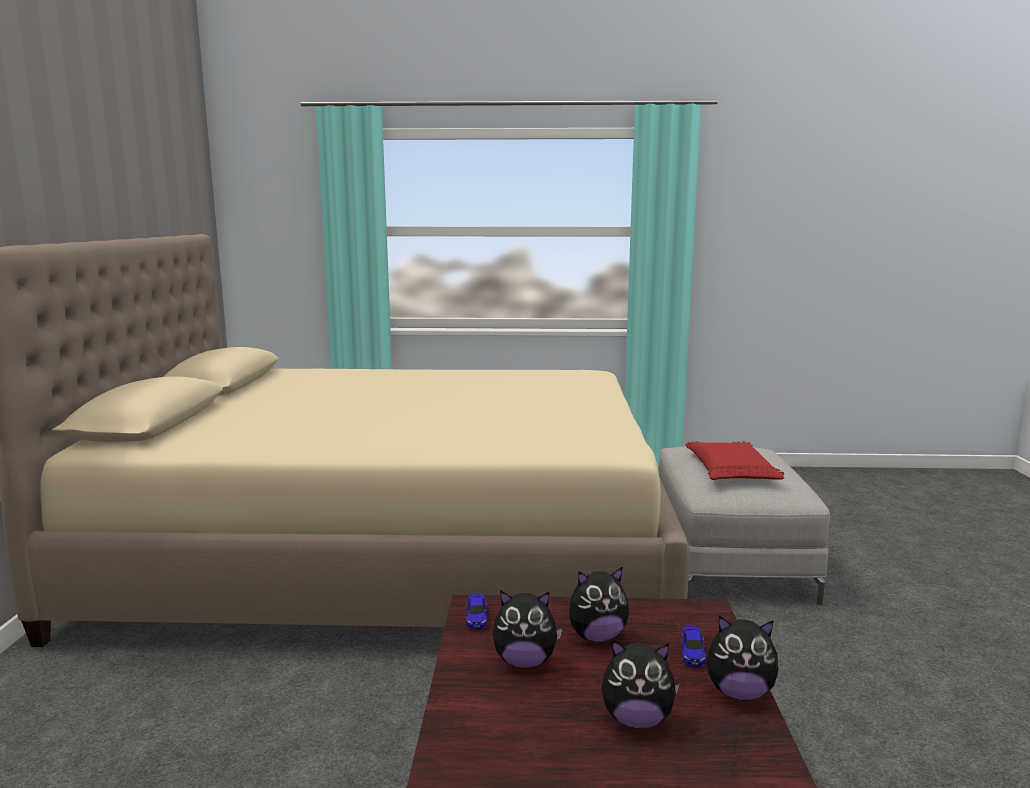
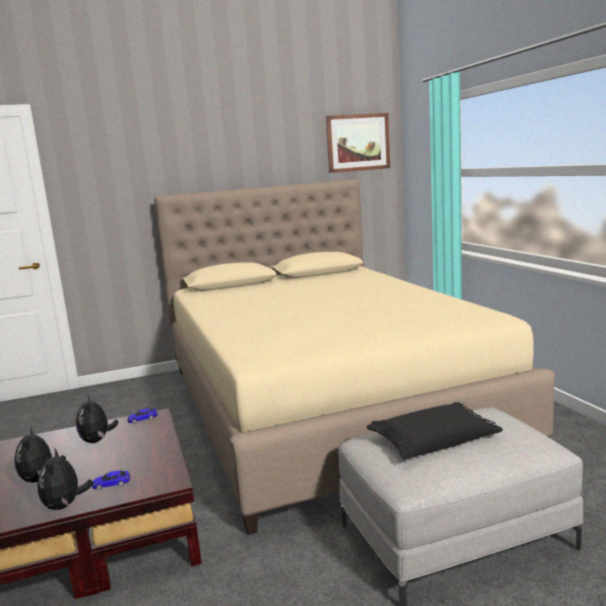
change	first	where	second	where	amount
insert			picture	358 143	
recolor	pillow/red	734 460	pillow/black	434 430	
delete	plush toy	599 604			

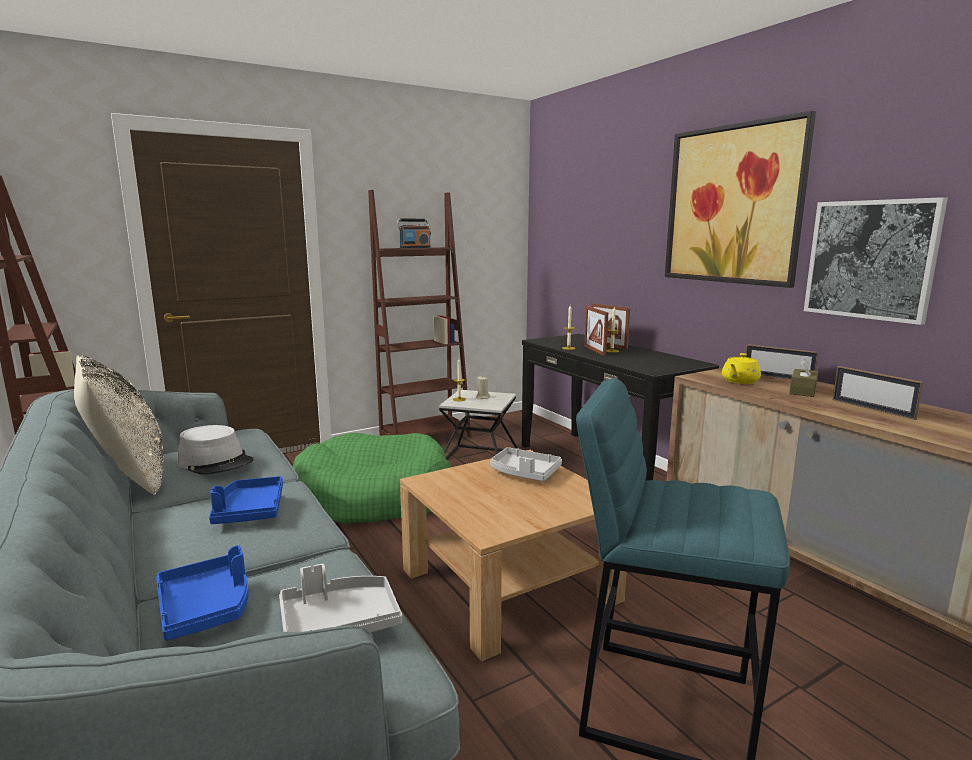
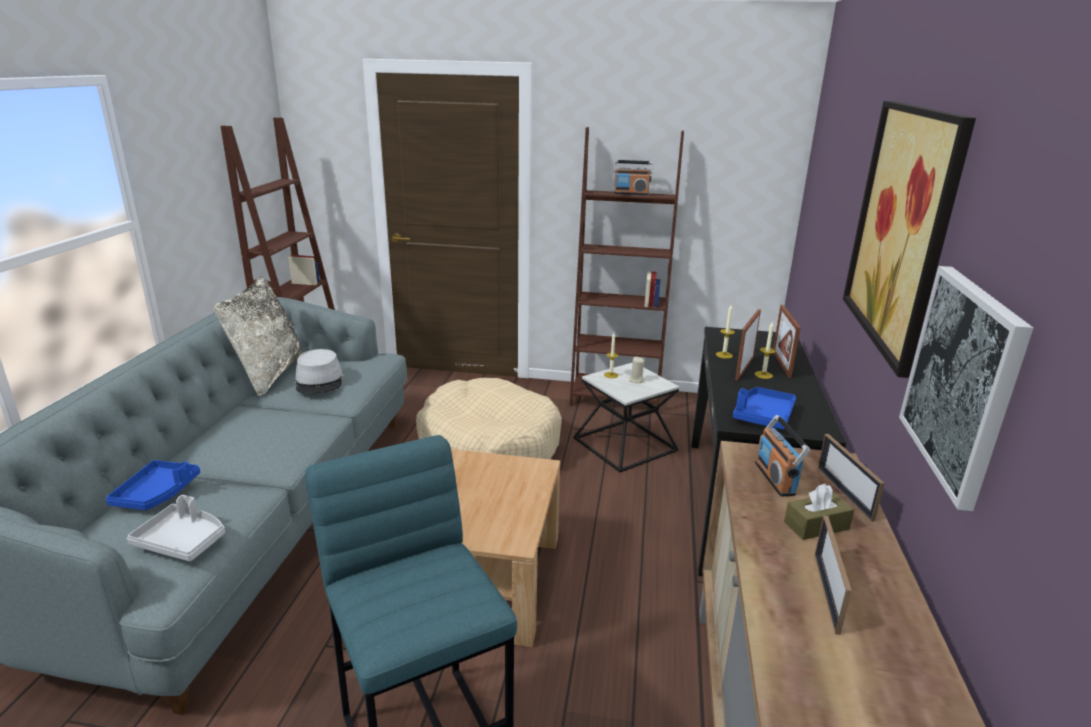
change	first	where	second	where	amount
recolor	dog bed/green	371 478	dog bed/beige	489 418	
move	tray/blue	246 500		764 408	
replace	teapot/yellow	741 368	radio	782 456	
delete	tray/grey	526 464			

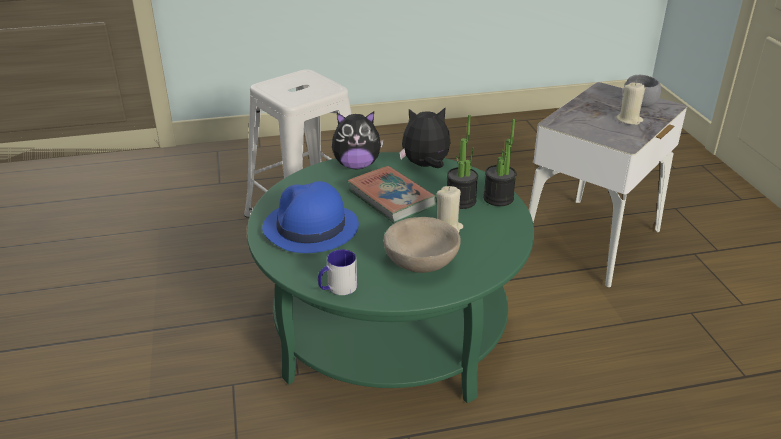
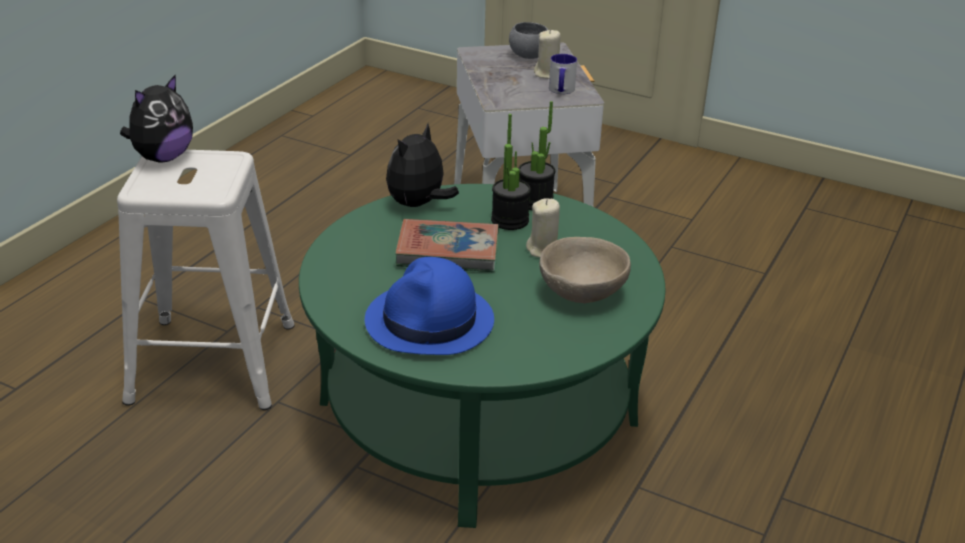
change	first	where	second	where	amount
move	plush toy	358 140		156 118	
move	mug	337 272		563 74	

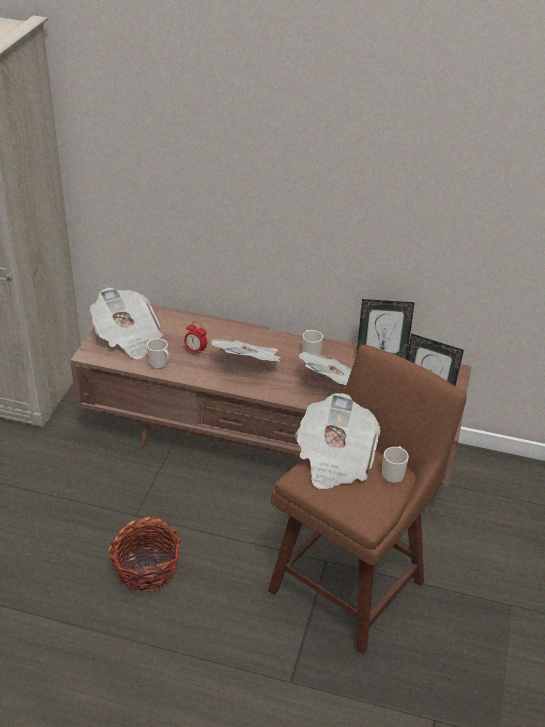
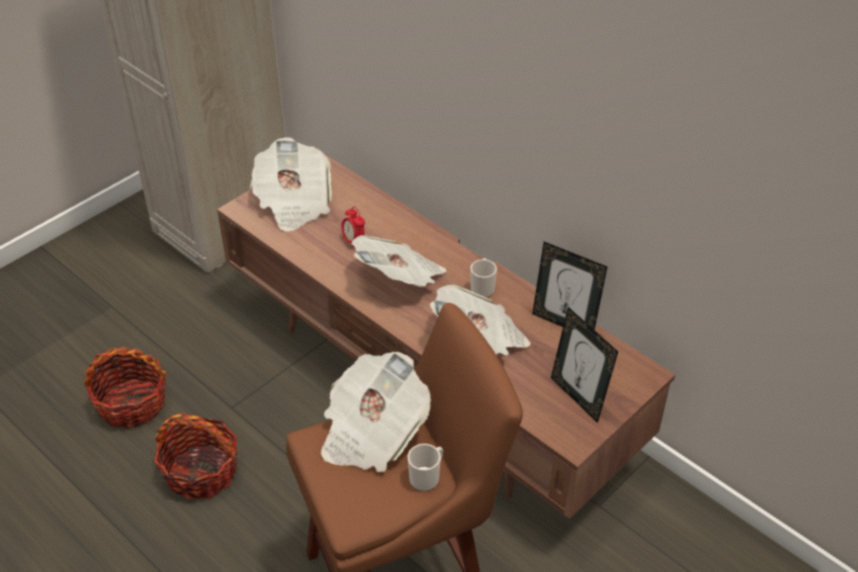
change	first	where	second	where	amount
insert			basket	125 387	
delete	mug	158 353			

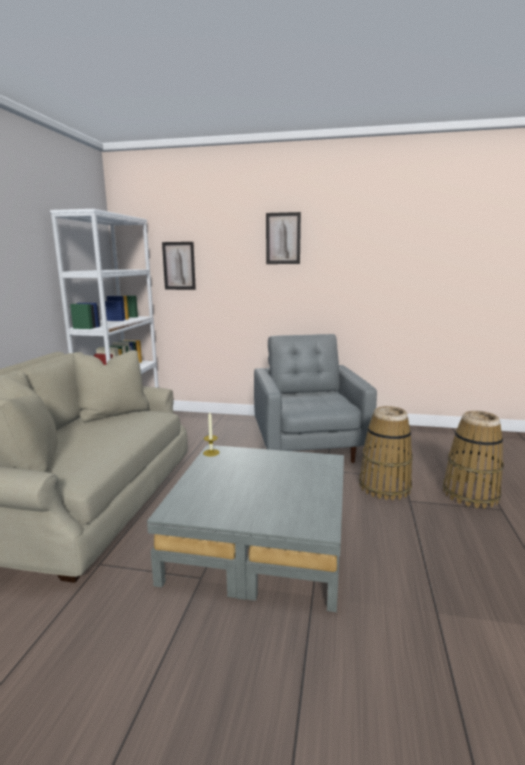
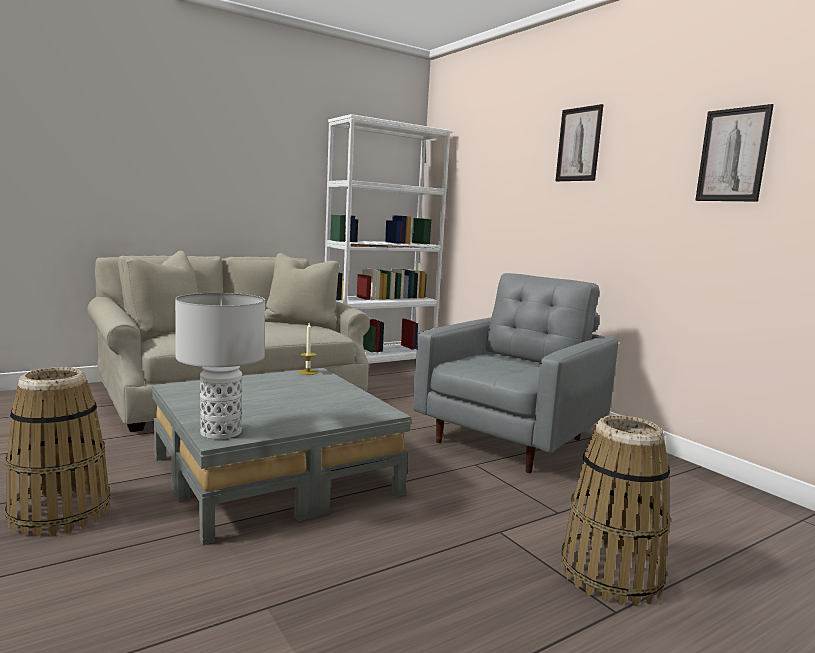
change	first	where	second	where	amount
move	basket	386 453		58 452	
insert			table lamp/white	220 366	
move	picture	179 266		734 153	

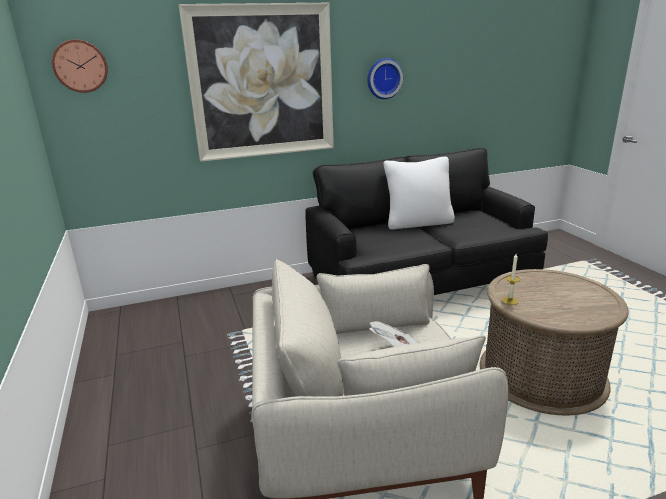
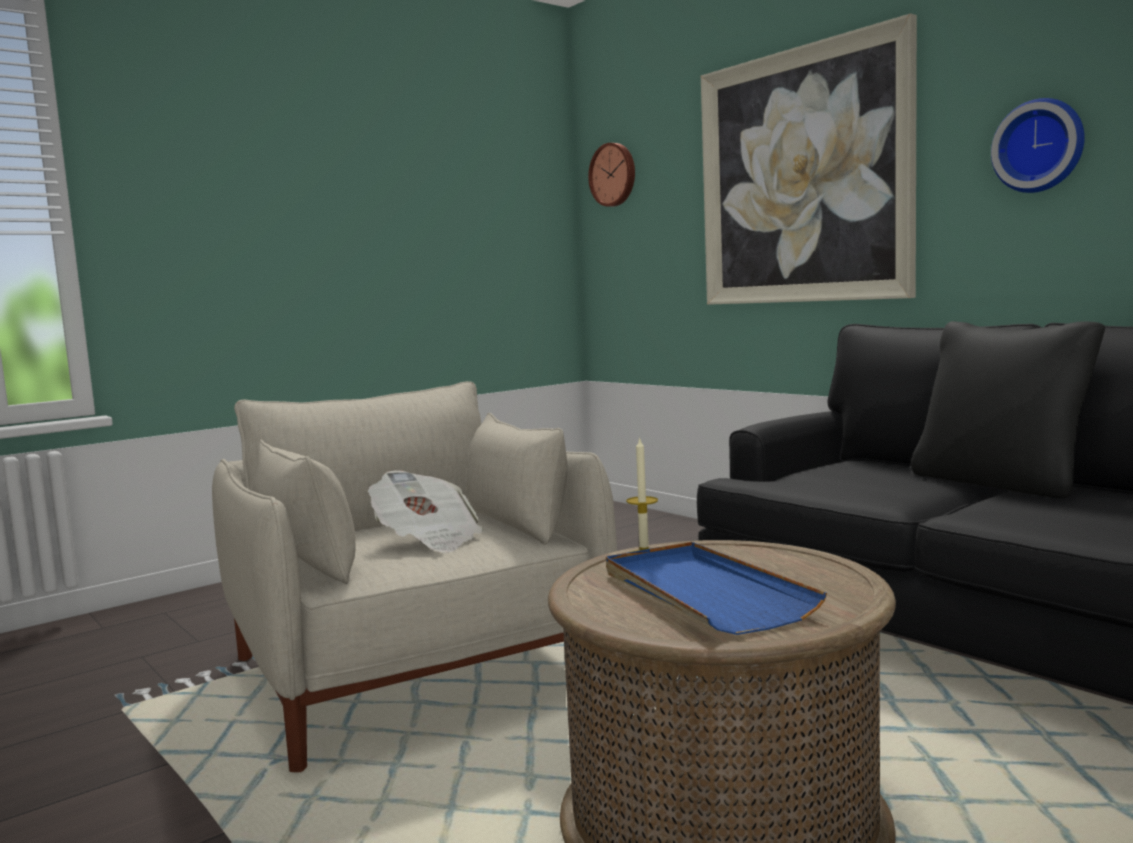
change	first	where	second	where	amount
insert			tray/blue	716 588	
recolor	pillow/white	419 193	pillow/black	1008 409	

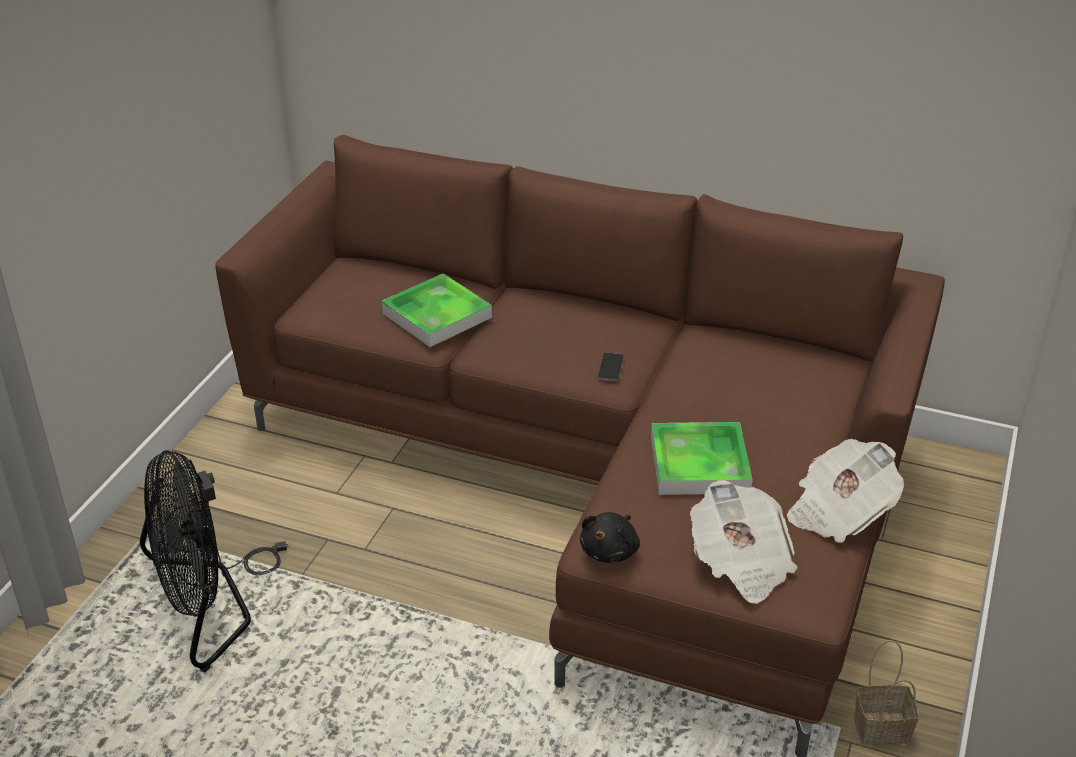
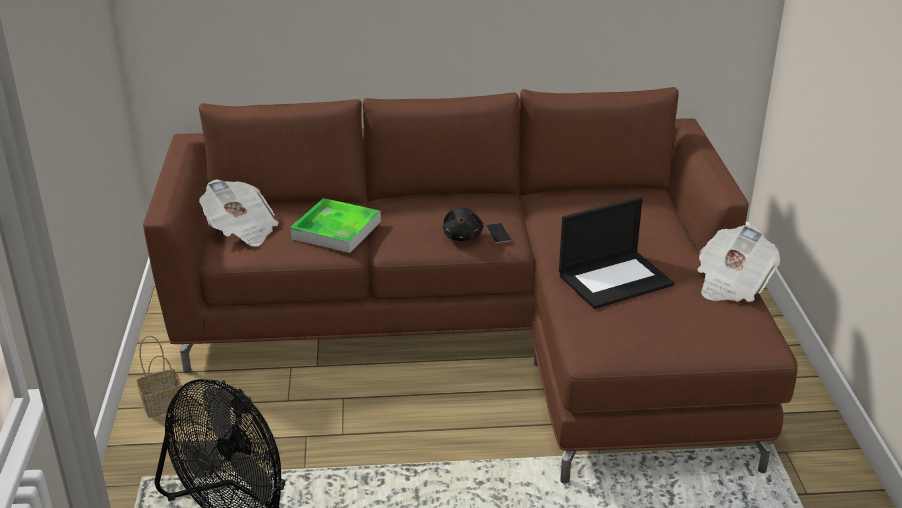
change	first	where	second	where	amount
move	basket	886 692		160 377	
move	newspaper	743 542		239 213	
move	plush toy/black	610 537		463 224	
replace	tray	702 458	laptop	616 253	

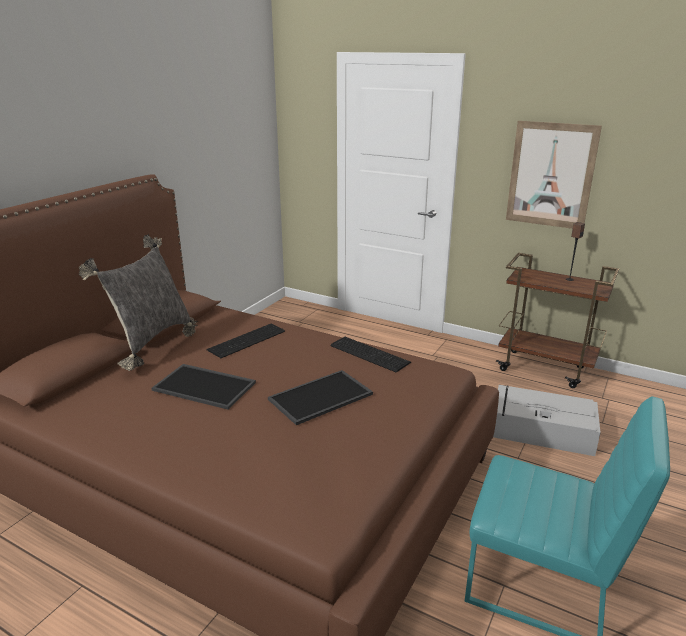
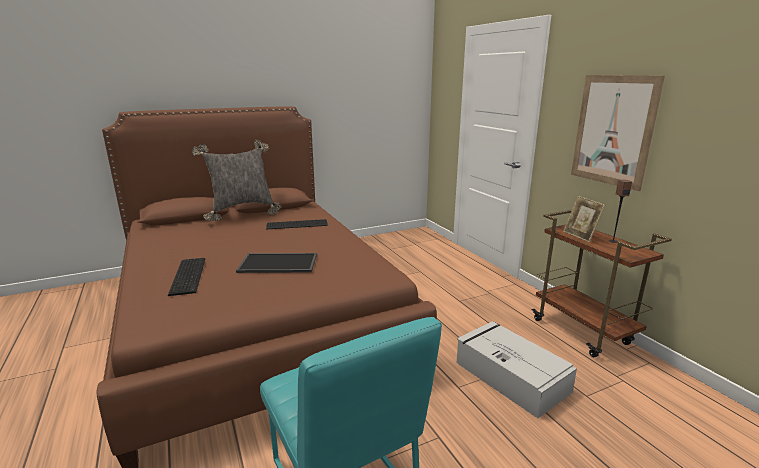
change	first	where	second	where	amount
move	keyboard	370 355		186 277	
insert			picture frame	584 219	
delete	tray	204 387			

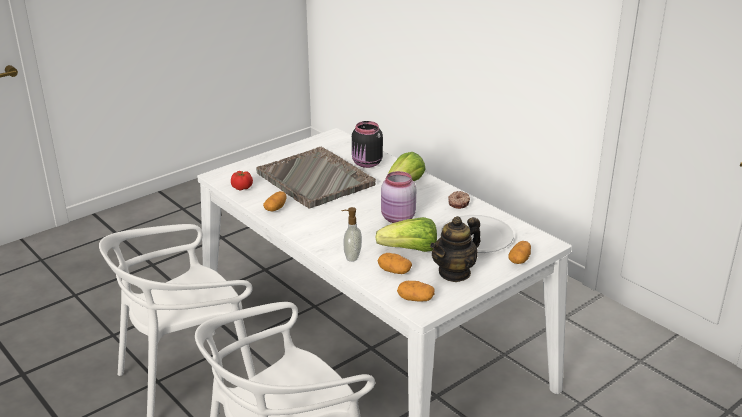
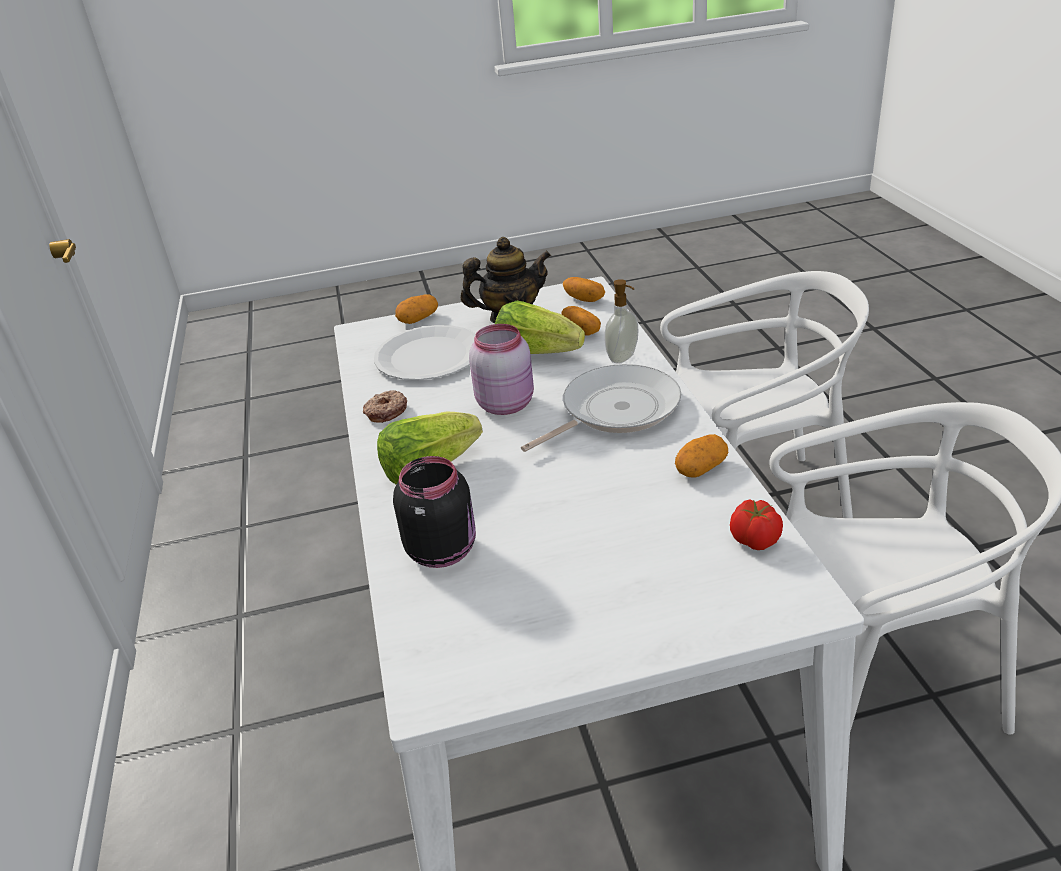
change	first	where	second	where	amount
insert			frying pan	601 408	
delete	tray/grey	316 178			

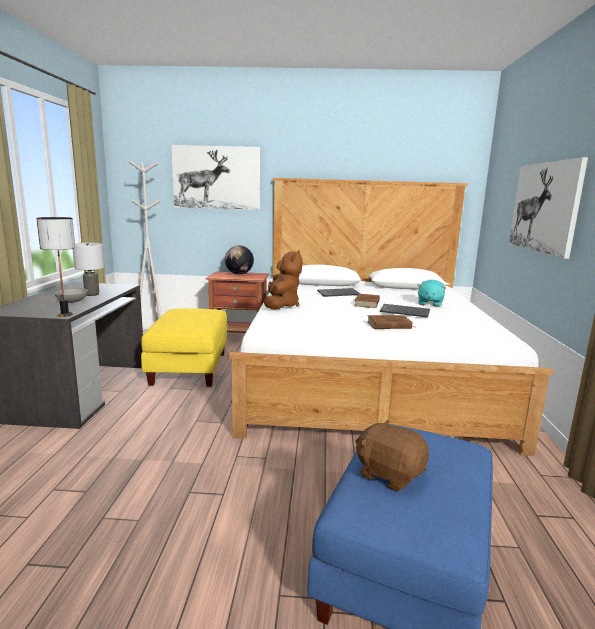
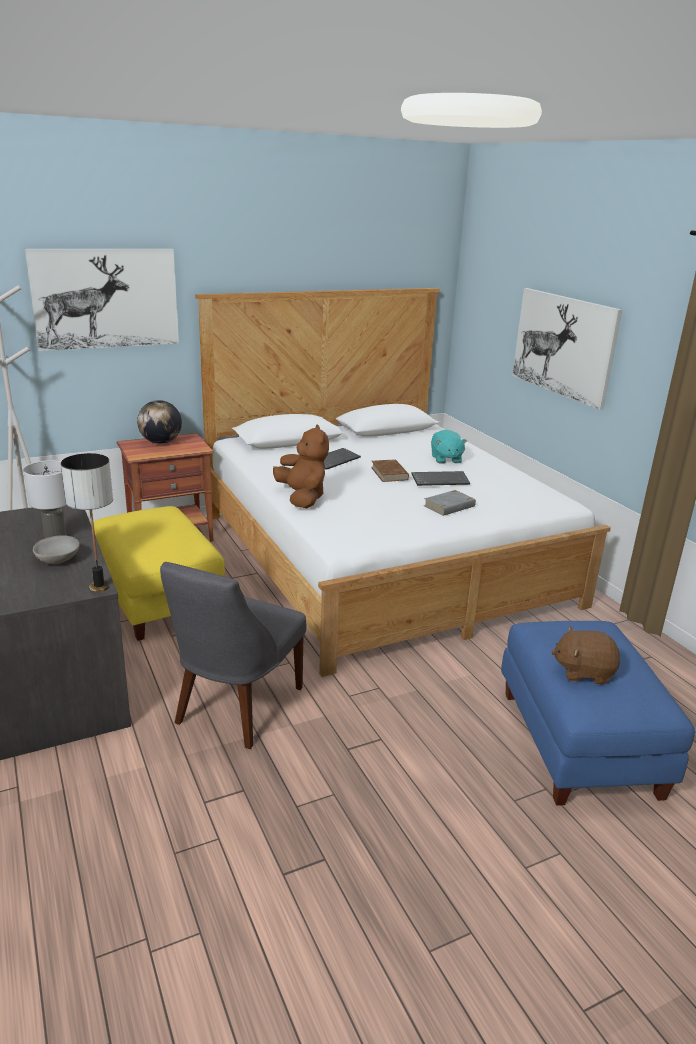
change	first	where	second	where	amount
insert			chair/grey	233 655	
recolor	book/brown	390 322	book/grey	450 503	

